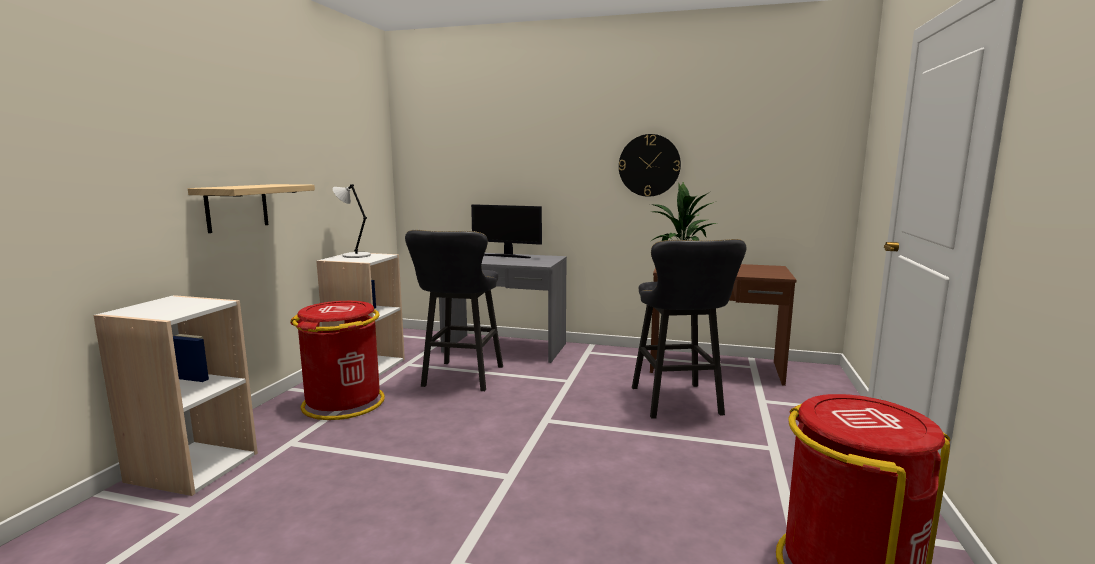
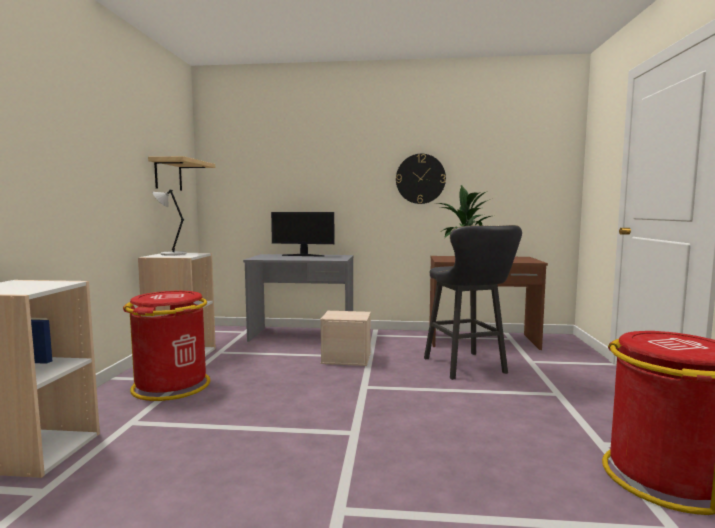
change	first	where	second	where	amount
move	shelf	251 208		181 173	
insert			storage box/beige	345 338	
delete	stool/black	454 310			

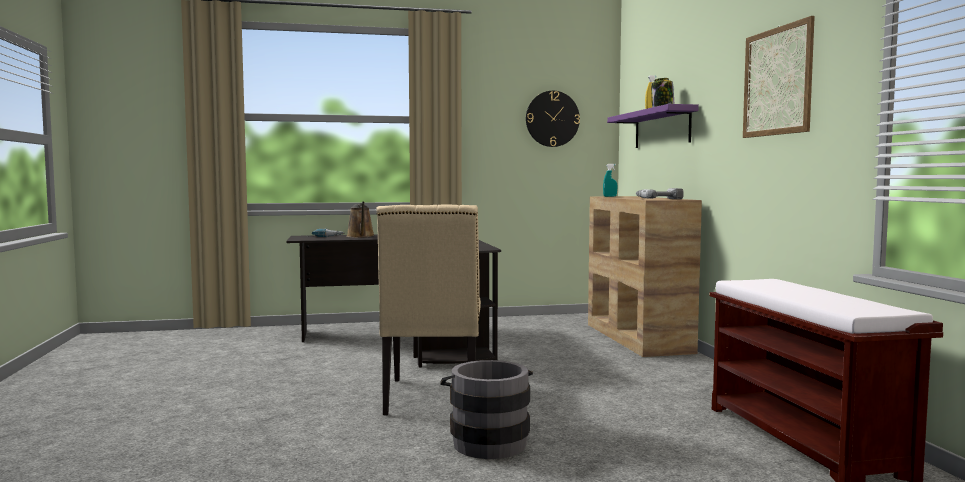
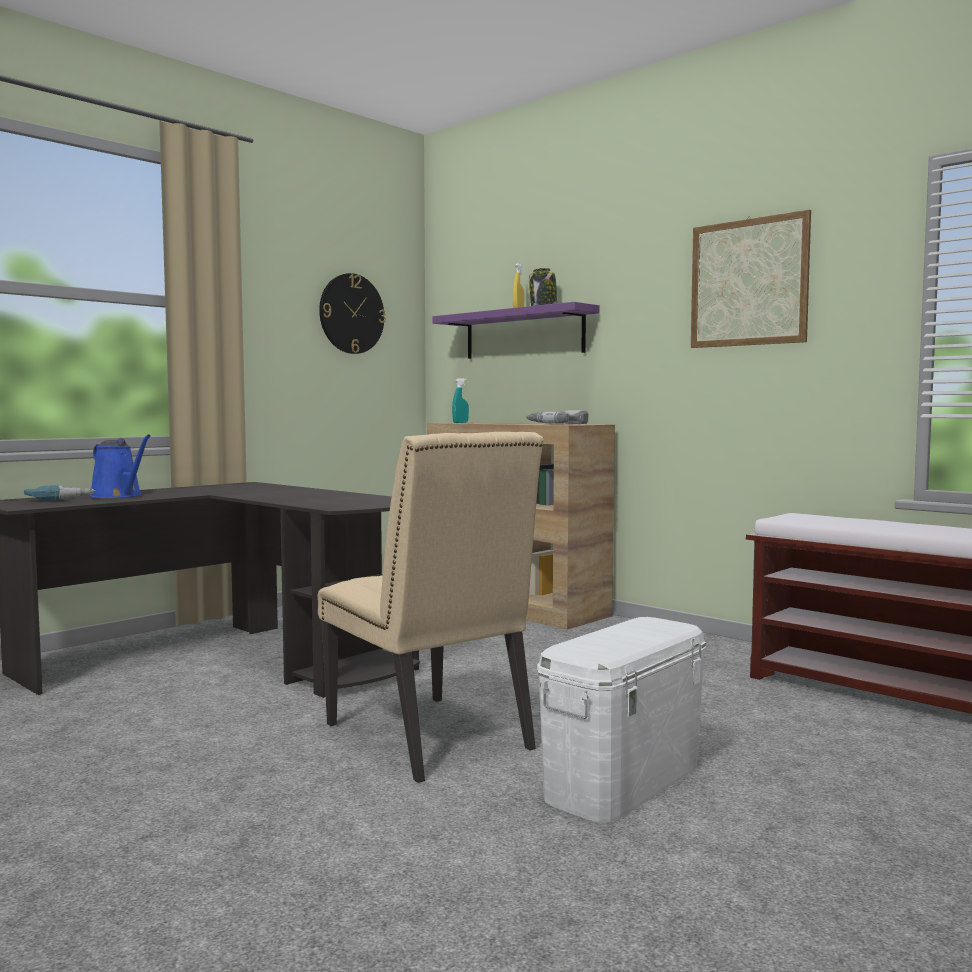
change	first	where	second	where	amount
recolor	watering can/brown	360 219	watering can/blue	120 466	
replace	bucket/grey	486 409	storage box/white	621 720	

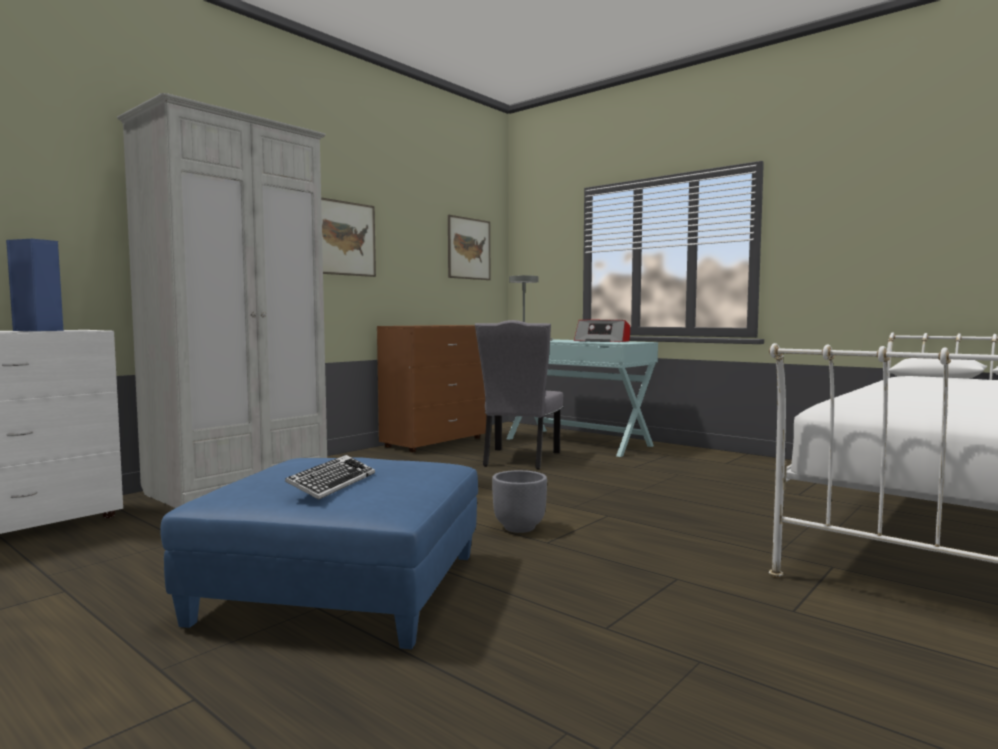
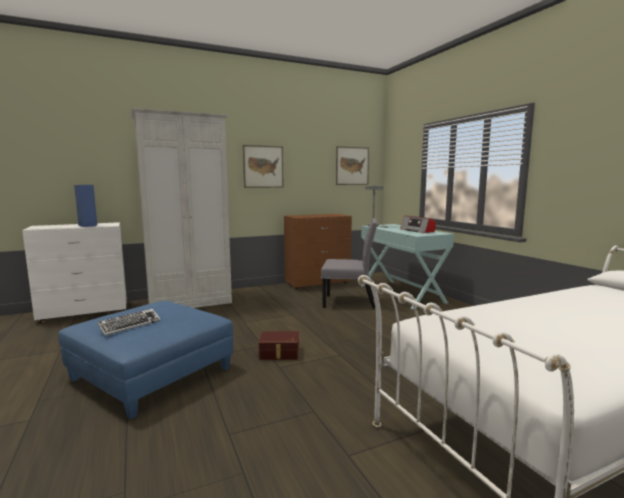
change	first	where	second	where	amount
replace	planter/grey	519 501	storage box/brown	278 345	
rotate	chair/grey	519 395		349 263	120 degrees counterclockwise

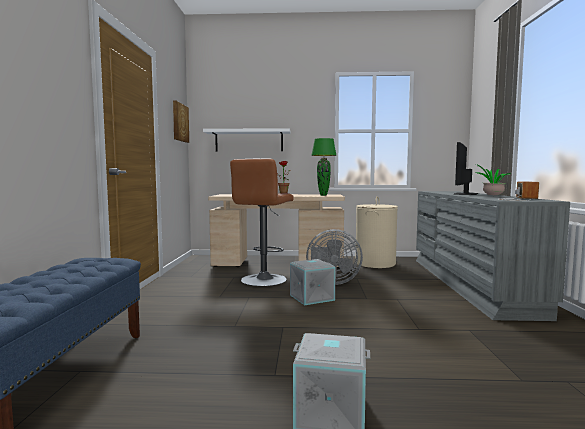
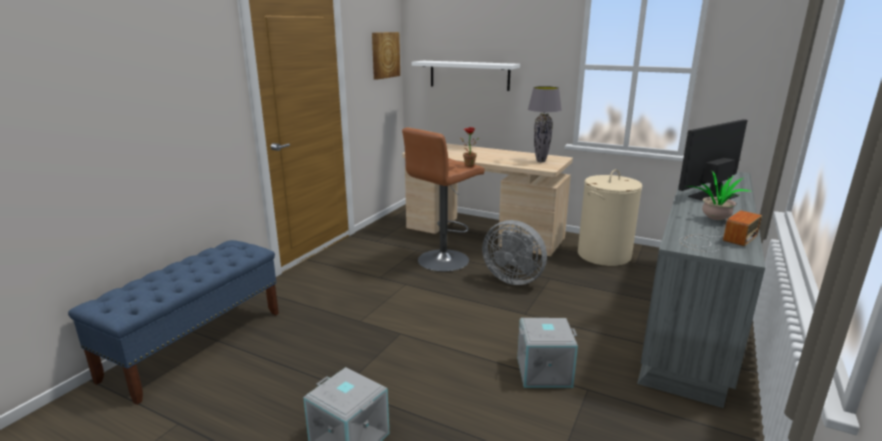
change	first	where	second	where	amount
move	storage box/grey	313 282		547 353	
recolor	table lamp/green	323 167	table lamp/grey	545 124	

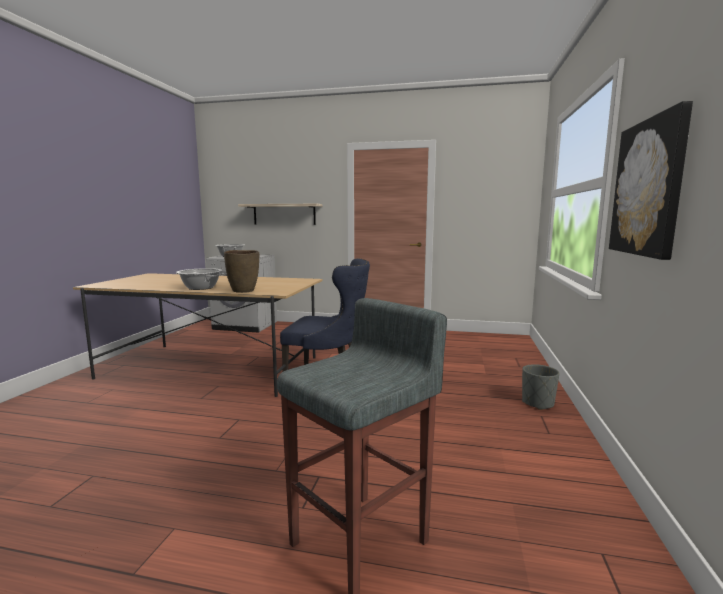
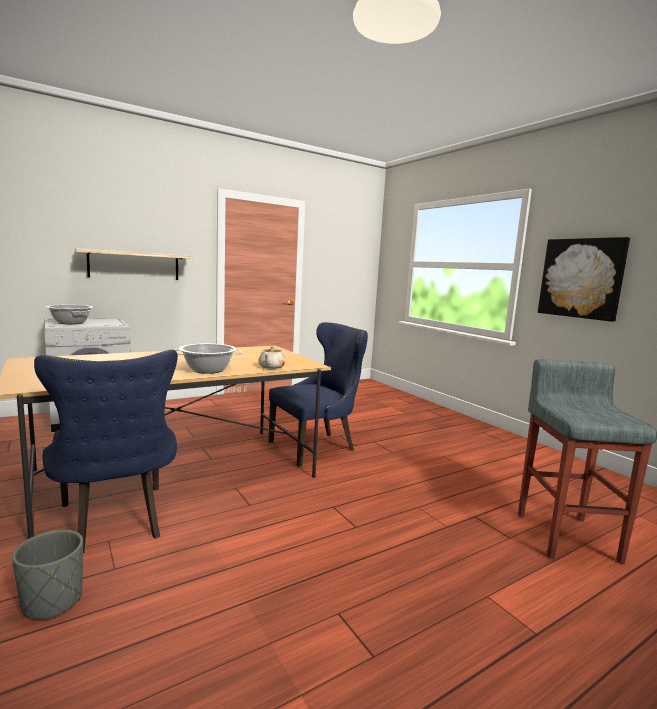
change	first	where	second	where	amount
move	planter/grey	540 387		47 575	
insert			chair/blue	106 451	
replace	vase/brown	241 271	teapot/beige	272 357	

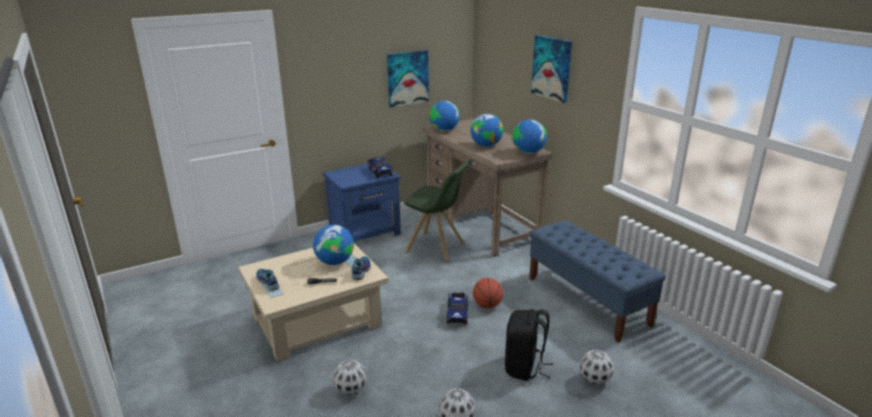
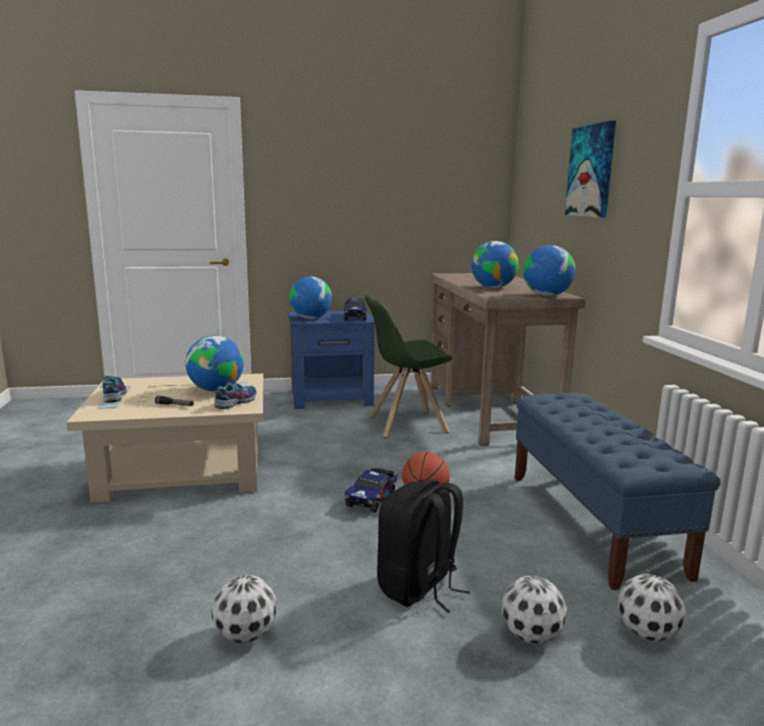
change	first	where	second	where	amount
move	globe	444 116		310 297	
rotate	chair/green	436 211		408 366	120 degrees clockwise
move	football	350 377		652 608	
delete	picture	408 79			

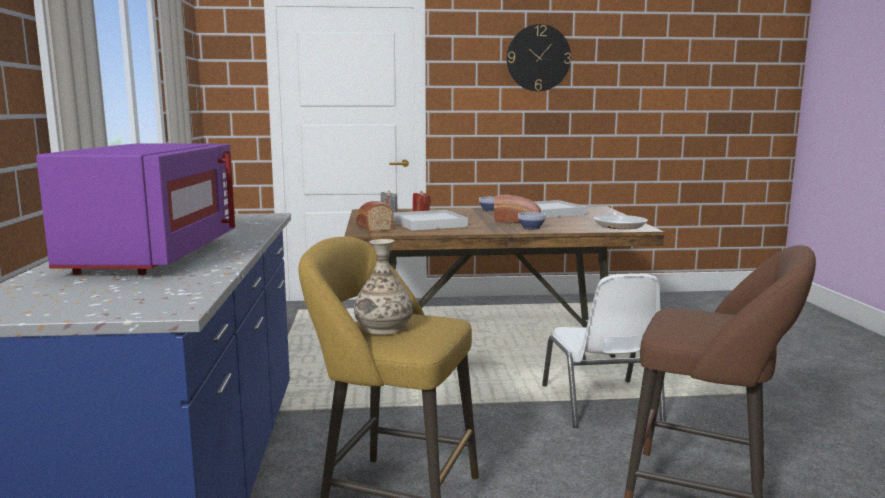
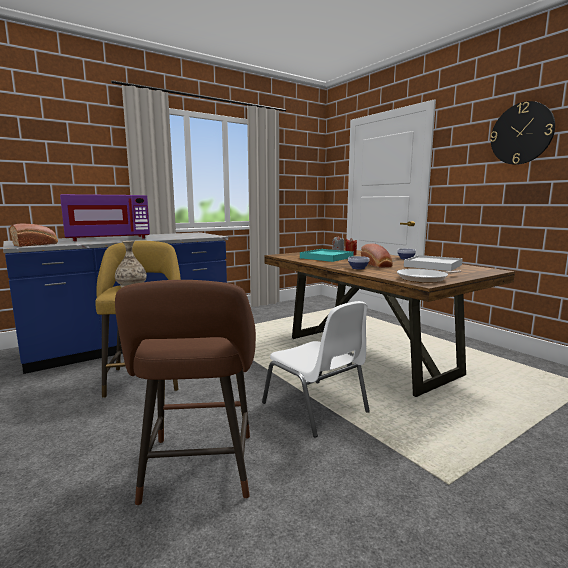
change	first	where	second	where	amount
move	bread	374 216		34 235	
rotate	chair/white	604 350		316 369	90 degrees counterclockwise
recolor	tray/white	430 220	tray/turquoise	327 255	

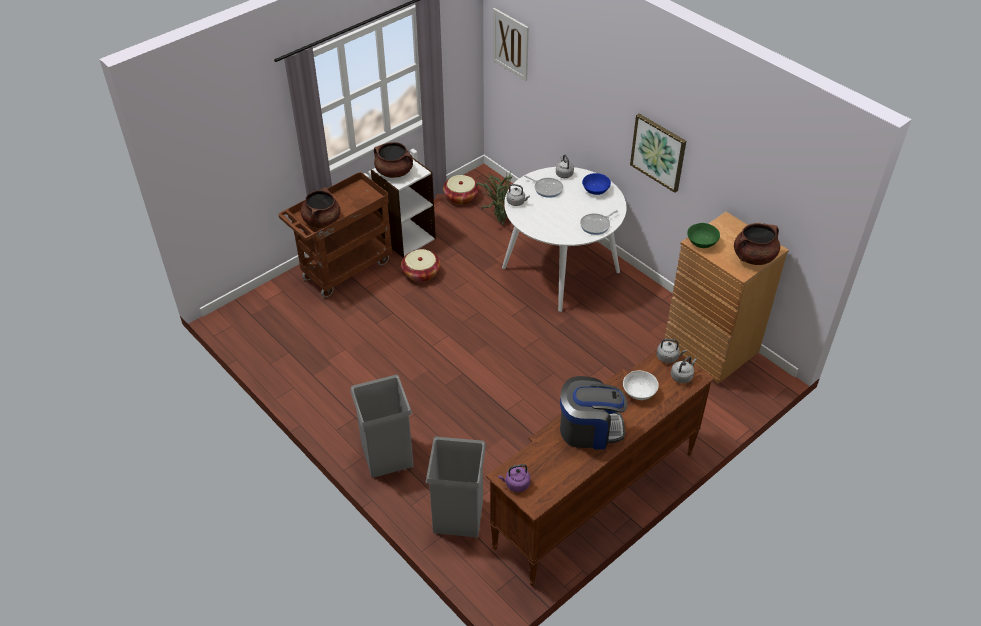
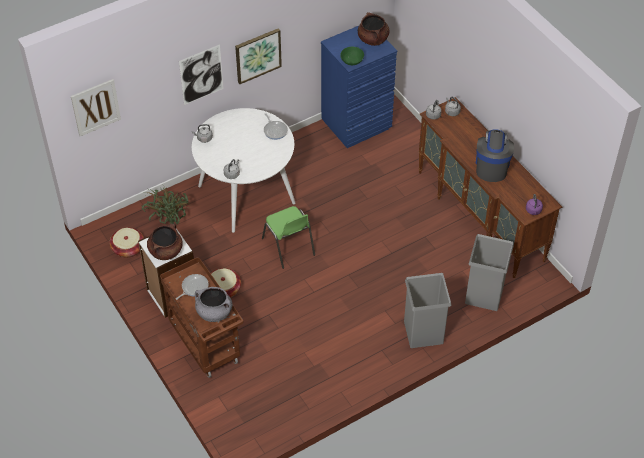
change	first	where	second	where	amount
move	frying pan	543 186		192 287	
insert			picture	201 74	
recolor	cooking pot/brown	320 207	cooking pot/grey	213 304	
insert			chair/green	288 237	
recolor	dresser/brown	726 298	dresser/blue	359 87	
delete	bowl/blue	596 184			
delete	bowl/white	641 385			

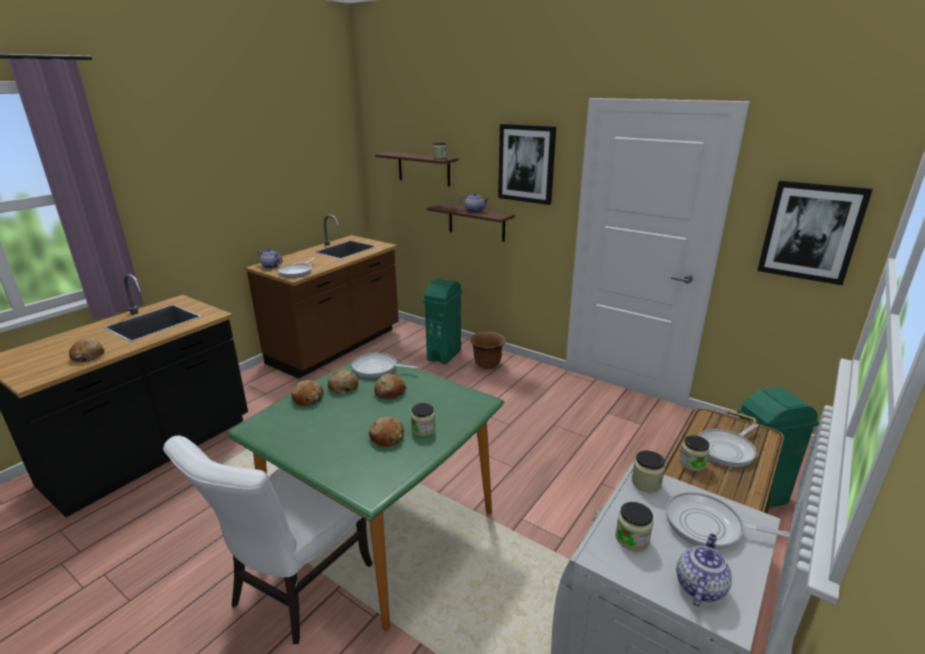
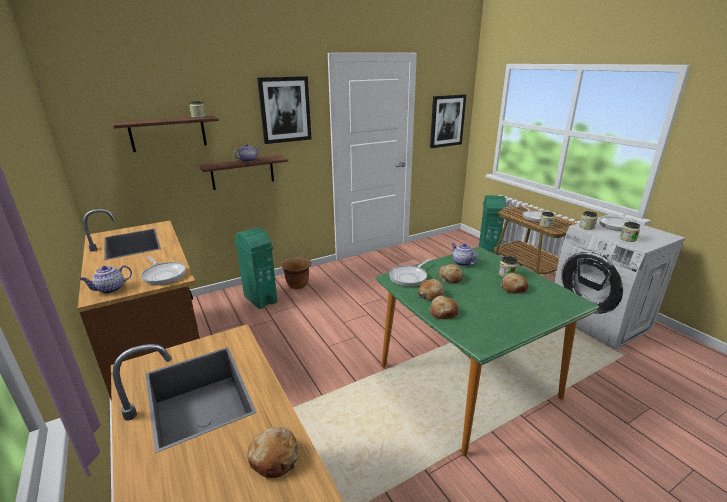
change	first	where	second	where	amount
move	teapot	704 570		464 254	
delete	chair/white	268 539			

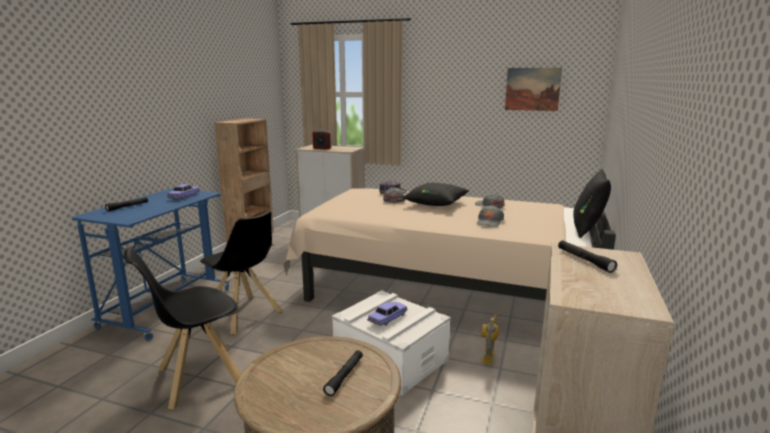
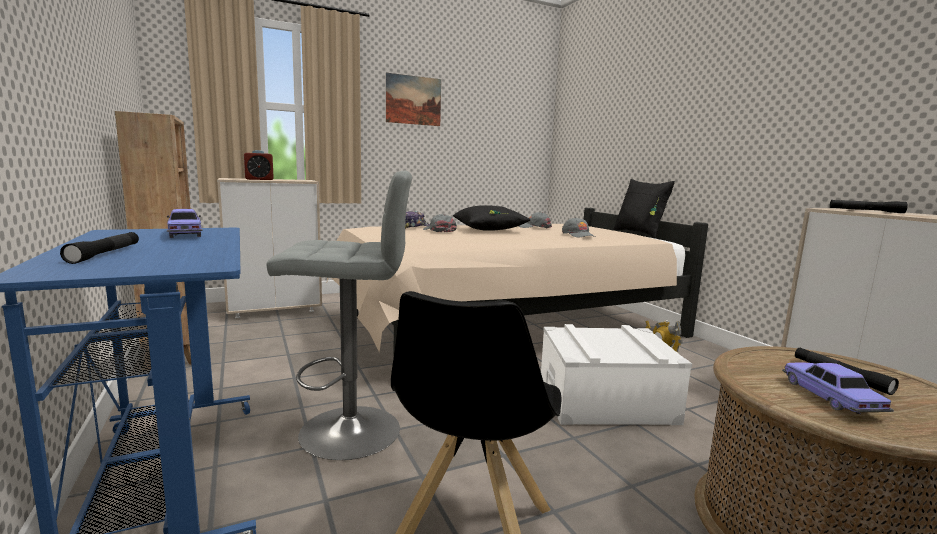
change	first	where	second	where	amount
replace	chair/black	241 273	stool/grey	339 315	
move	picture	533 89		413 99	
move	toy car	387 314		838 388	

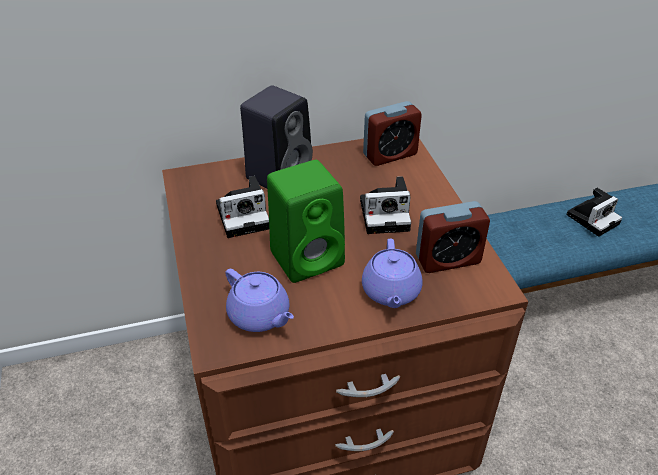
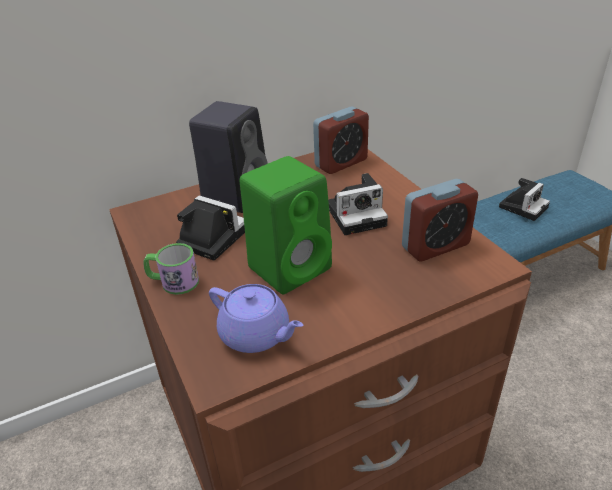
change	first	where	second	where	amount
insert			mug	171 269	
rotate	photo camera	242 207		210 228	120 degrees counterclockwise
delete	teapot/purple	392 273			

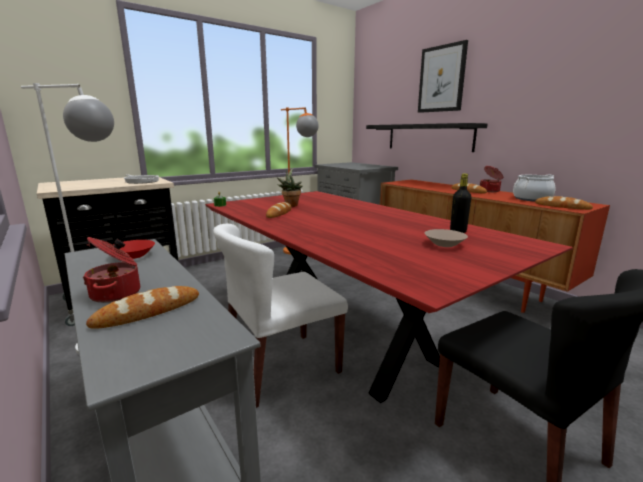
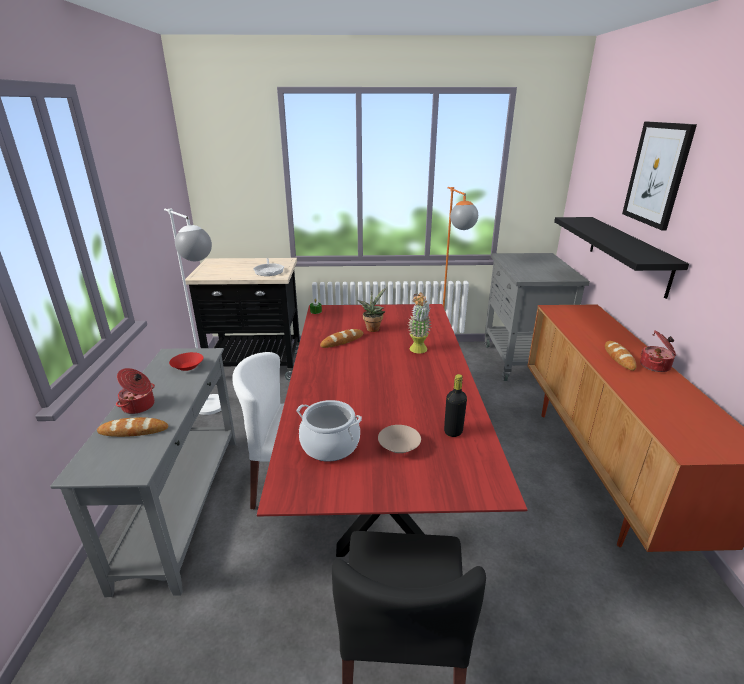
change	first	where	second	where	amount
move	cooking pot	534 188		329 431	
insert			potted plant	420 322	
delete	bread	564 203			

